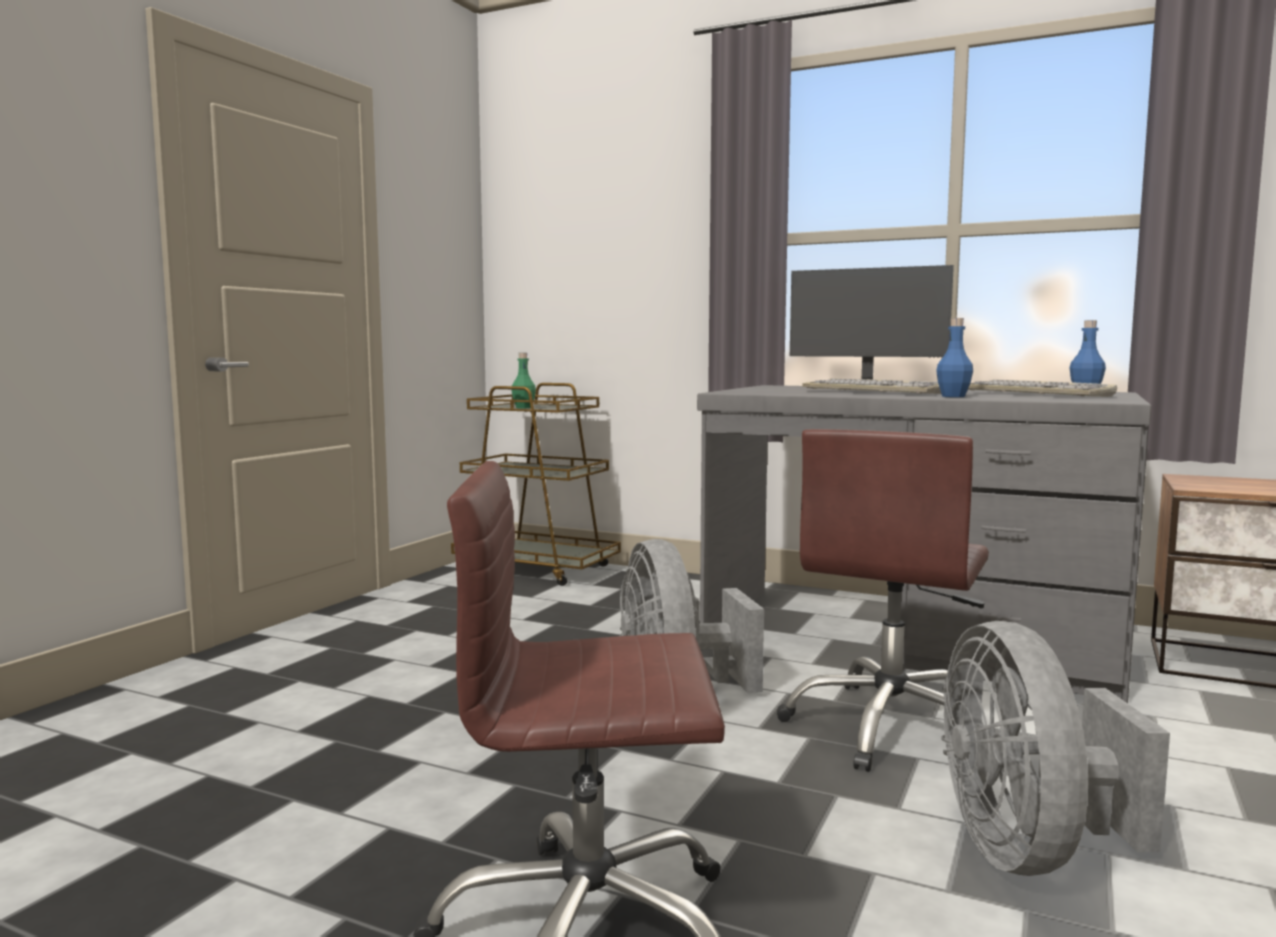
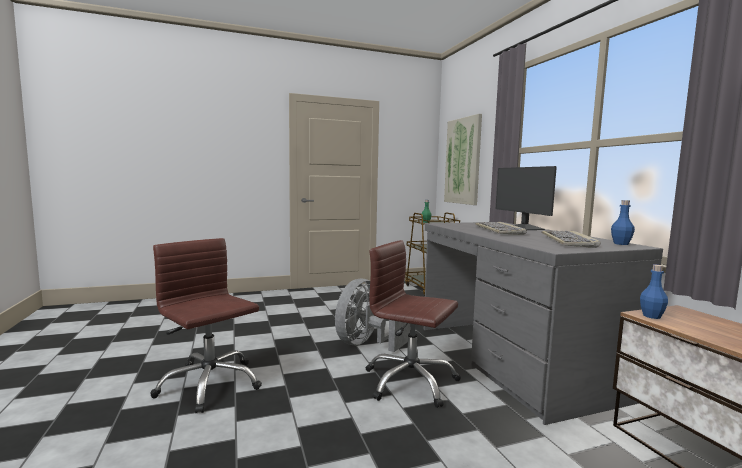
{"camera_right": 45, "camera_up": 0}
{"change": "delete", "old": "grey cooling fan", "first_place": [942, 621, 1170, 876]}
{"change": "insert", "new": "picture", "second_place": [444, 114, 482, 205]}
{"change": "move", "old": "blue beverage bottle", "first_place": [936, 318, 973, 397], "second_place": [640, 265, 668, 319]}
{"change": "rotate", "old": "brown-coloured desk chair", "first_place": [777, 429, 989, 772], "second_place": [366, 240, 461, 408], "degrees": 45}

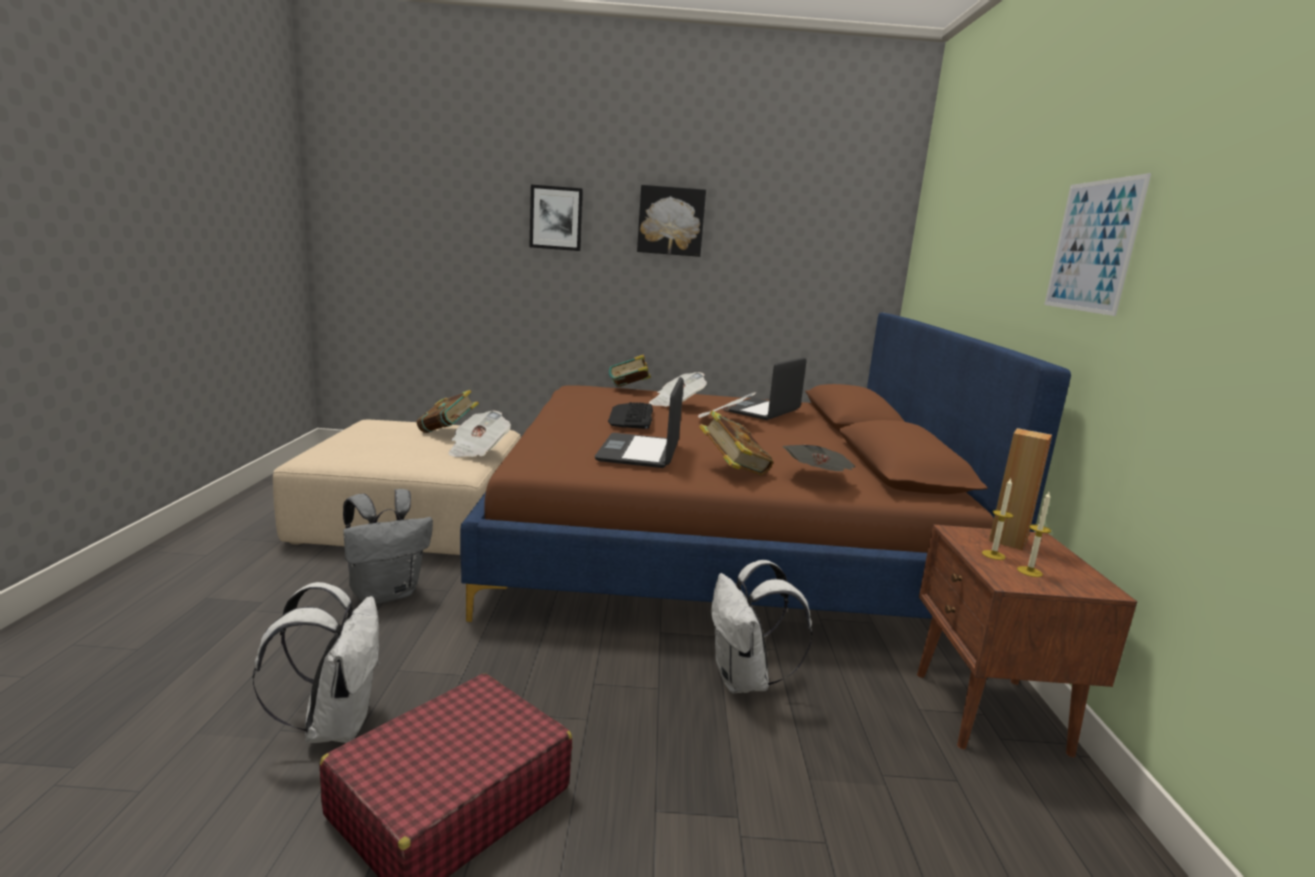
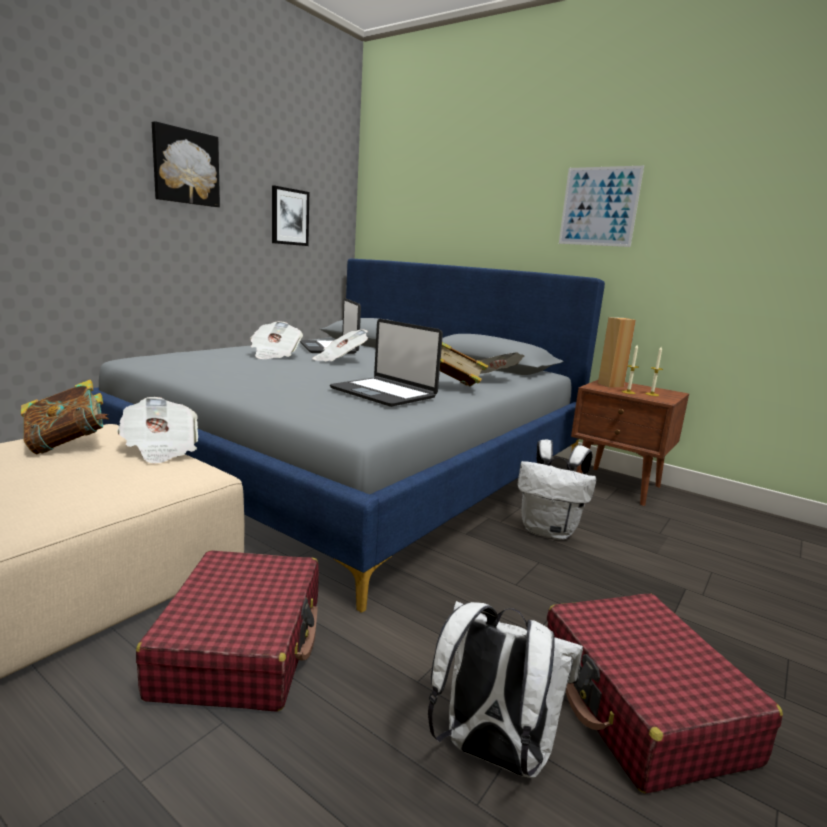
{"camera_right": -55, "camera_up": 0}
{"change": "delete", "old": "PC keyboard", "first_place": [608, 402, 653, 429]}
{"change": "delete", "old": "bound book", "first_place": [609, 355, 651, 387]}
{"change": "move", "old": "picture", "first_place": [529, 185, 583, 251], "second_place": [272, 186, 309, 246]}
{"change": "replace", "old": "grey rucksack", "new": "red travel case", "first_place": [343, 489, 433, 604], "second_place": [136, 550, 319, 712]}
{"change": "recolor", "old": "brown-coloured sleeping bed", "new": "grey sleeping bed", "first_place": [460, 312, 1071, 622], "second_place": [91, 259, 605, 613]}

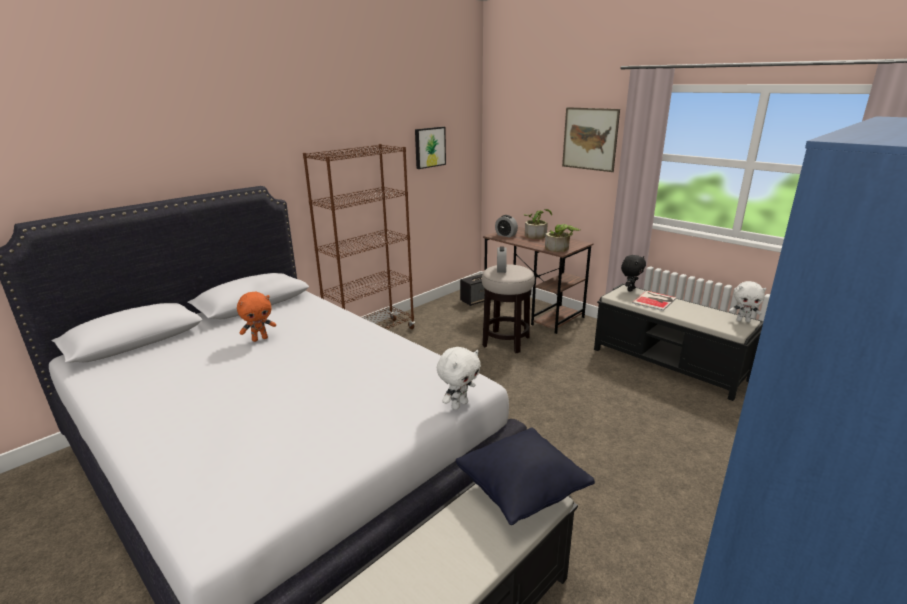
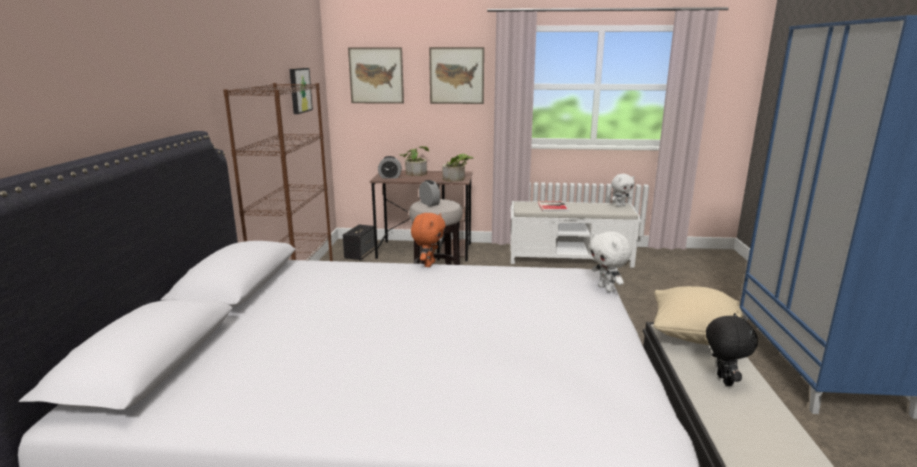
{"camera_right": -40, "camera_up": -5}
{"change": "insert", "new": "picture", "second_place": [348, 47, 404, 104]}
{"change": "move", "old": "orange-coloured plush toy", "first_place": [237, 292, 276, 342], "second_place": [411, 213, 446, 267]}
{"change": "move", "old": "blackish plush toy", "first_place": [621, 255, 646, 292], "second_place": [706, 313, 758, 386]}
{"change": "recolor", "old": "blackish pillow", "new": "beige pillow", "first_place": [456, 427, 595, 525], "second_place": [654, 286, 743, 345]}
{"change": "recolor", "old": "blackish indoor bench", "new": "white indoor bench", "first_place": [594, 284, 764, 401], "second_place": [510, 201, 641, 268]}
{"change": "rotate", "old": "white plush toy", "first_place": [437, 347, 481, 410], "second_place": [589, 231, 632, 292], "degrees": 150}

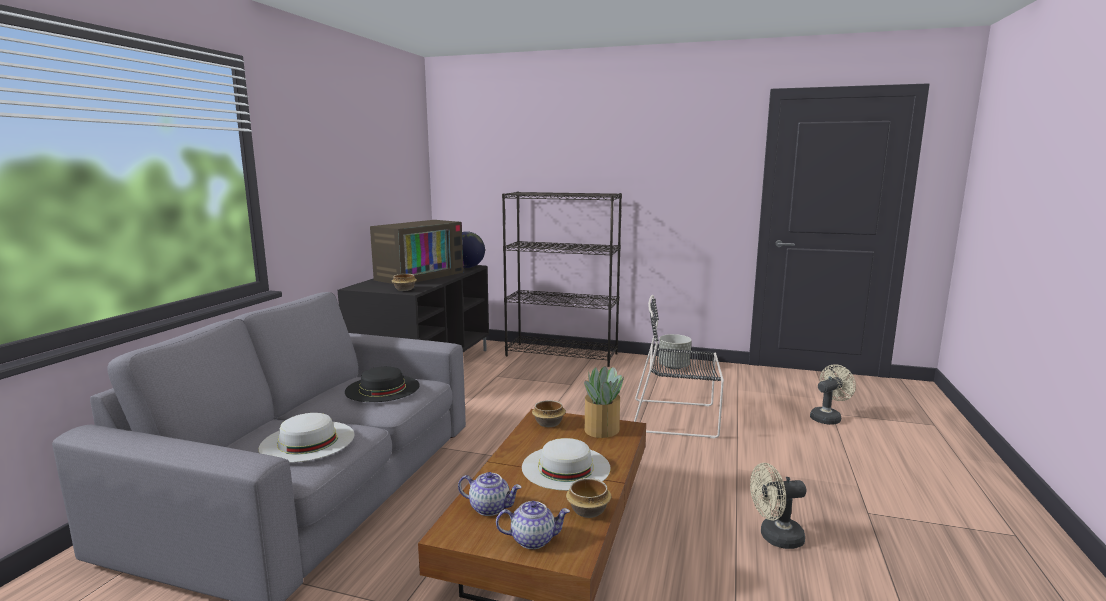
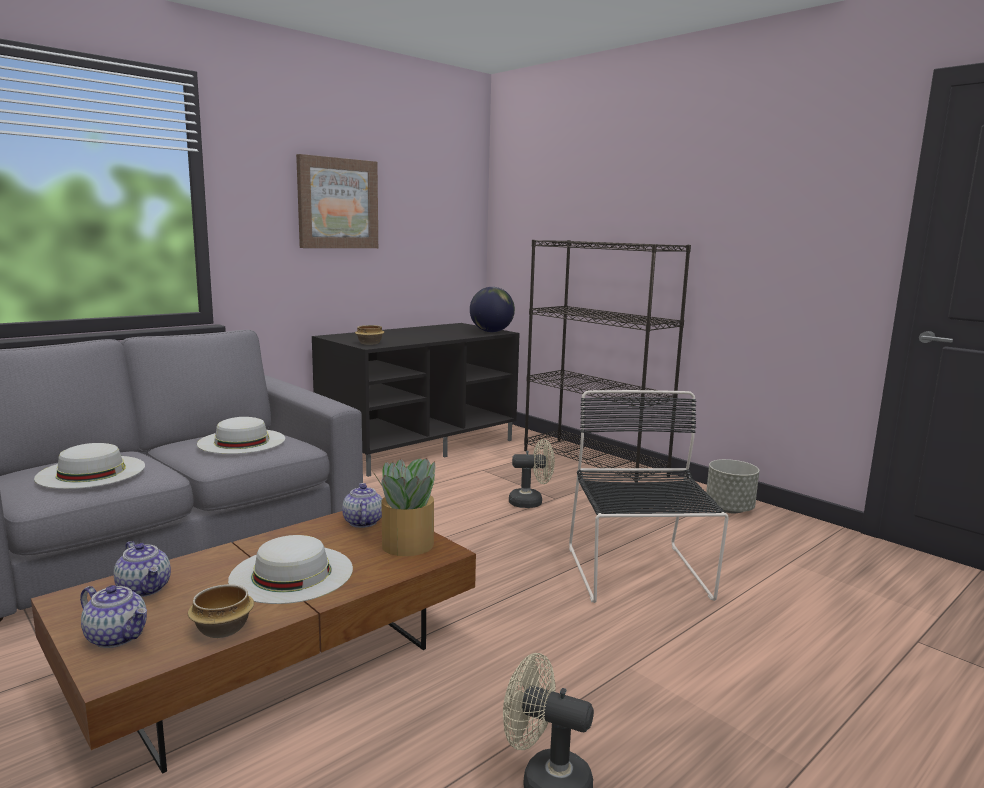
{"camera_right": 30, "camera_up": 0}
{"change": "delete", "old": "TV", "first_place": [370, 220, 464, 284]}
{"change": "insert", "new": "picture", "second_place": [296, 154, 378, 248]}
{"change": "move", "old": "beige cooling fan", "first_place": [810, 364, 856, 425], "second_place": [509, 439, 555, 508]}
{"change": "replace", "old": "serving bowl", "new": "pot for tea", "first_place": [532, 400, 566, 427], "second_place": [342, 483, 382, 528]}
{"change": "recolor", "old": "blackish wearable hat", "new": "white wearable hat", "first_place": [345, 366, 419, 402], "second_place": [197, 417, 285, 454]}
{"change": "rotate", "old": "blackish plain chair", "first_place": [634, 295, 724, 438], "second_place": [569, 390, 729, 603], "degrees": 45}

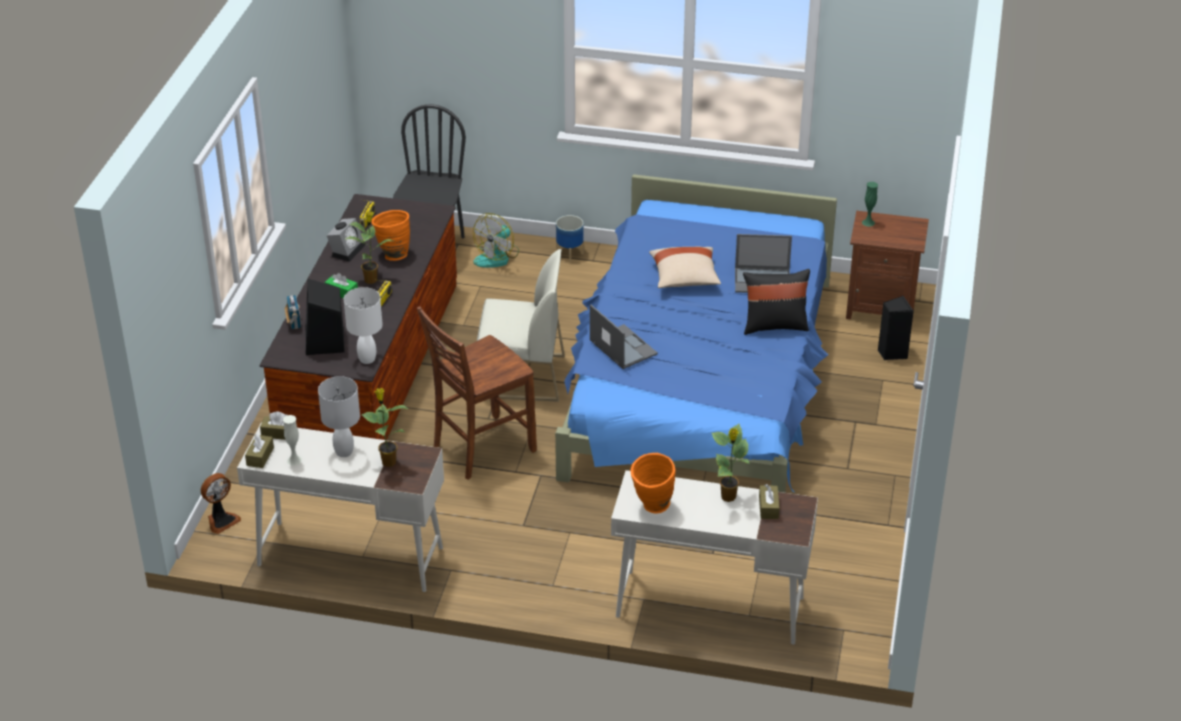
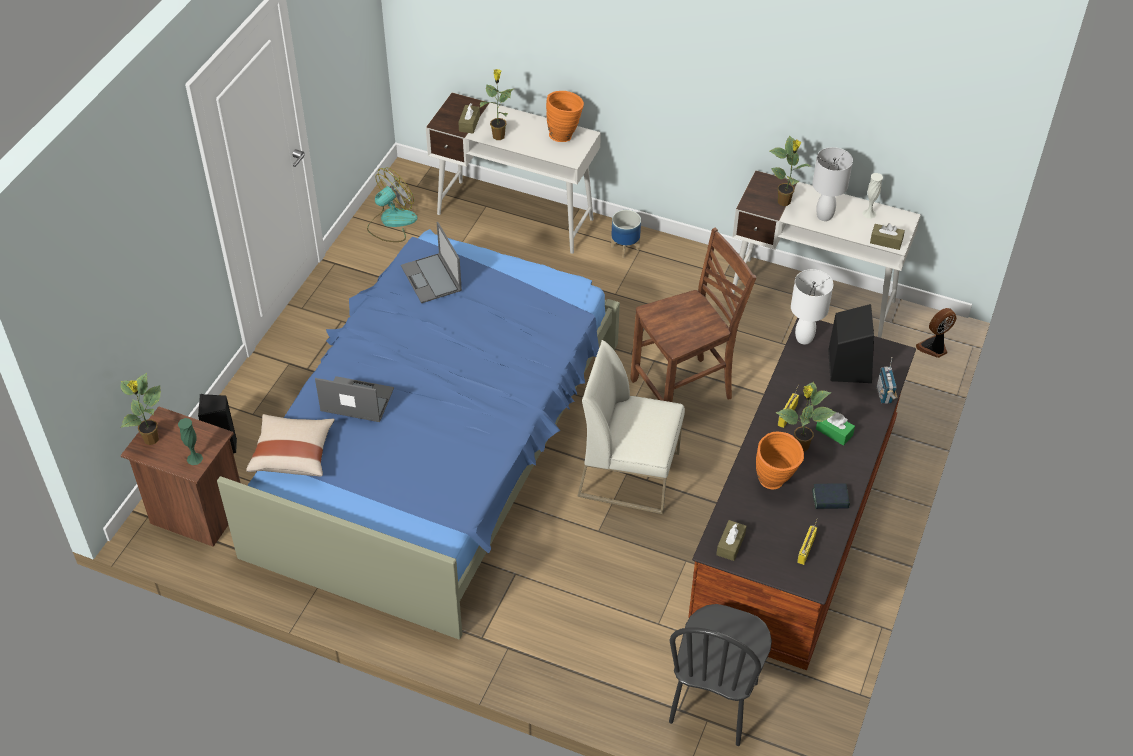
{"camera_right": -170, "camera_up": 10}
{"change": "delete", "old": "blackish pillow", "first_place": [743, 269, 810, 335]}
{"change": "insert", "new": "potted plant", "second_place": [120, 372, 161, 445]}
{"change": "move", "old": "brown-coloured tissue holder", "first_place": [245, 434, 274, 468], "second_place": [716, 520, 747, 561]}
{"change": "move", "old": "cooling fan", "first_place": [473, 213, 519, 268], "second_place": [367, 168, 417, 242]}
{"change": "move", "old": "plant pot", "first_place": [556, 215, 584, 262], "second_place": [611, 210, 641, 258]}
{"change": "move", "old": "laptop", "first_place": [590, 305, 658, 369], "second_place": [401, 222, 462, 303]}
{"change": "move", "old": "beige pillow", "first_place": [649, 247, 721, 288], "second_place": [246, 414, 335, 477]}
{"change": "replace", "old": "bedside clock", "new": "bound book", "first_place": [326, 218, 365, 262], "second_place": [812, 483, 850, 509]}

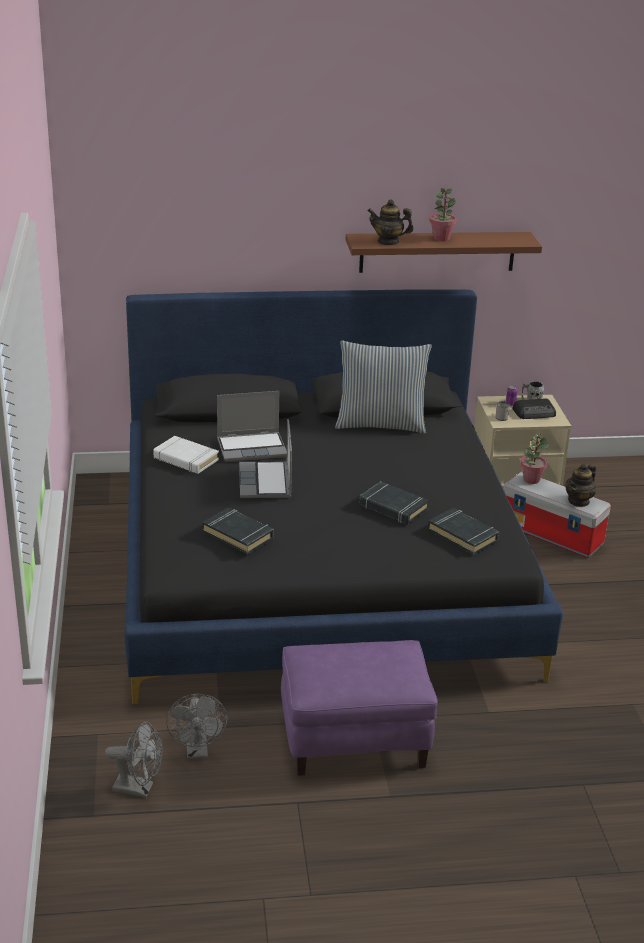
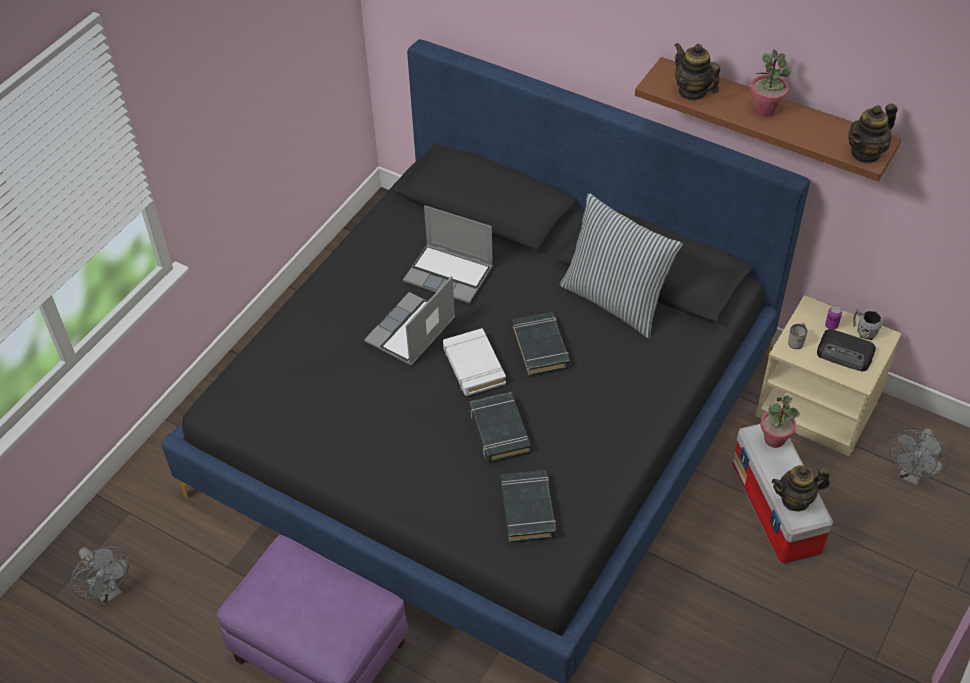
{"camera_right": 40, "camera_up": 20}
{"change": "insert", "new": "pot for tea", "second_place": [848, 103, 898, 164]}
{"change": "move", "old": "white bound book", "first_place": [153, 436, 219, 474], "second_place": [443, 328, 506, 396]}
{"change": "move", "old": "grey cooling fan", "first_place": [166, 694, 227, 759], "second_place": [889, 428, 949, 486]}
{"change": "move", "old": "blackish bound book", "first_place": [202, 507, 274, 554], "second_place": [512, 312, 570, 377]}

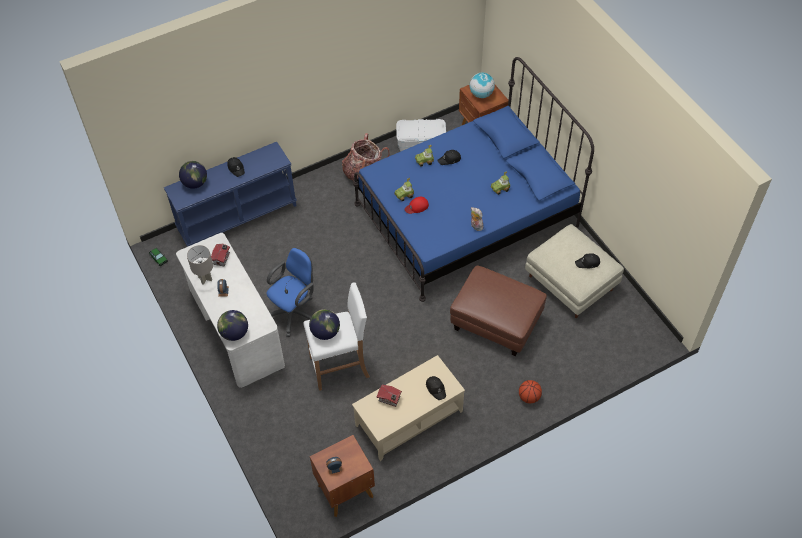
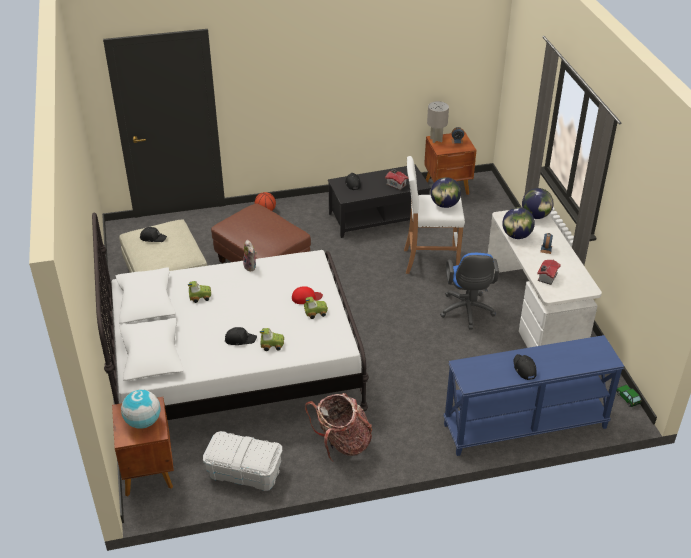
{"camera_right": -165, "camera_up": -15}
{"change": "move", "old": "globe", "first_place": [179, 161, 207, 189], "second_place": [502, 207, 535, 239]}
{"change": "move", "old": "grey lamp for a table", "first_place": [187, 245, 213, 285], "second_place": [427, 101, 449, 143]}
{"change": "recolor", "old": "beige coffee table", "new": "blackish coffee table", "first_place": [352, 355, 465, 461], "second_place": [328, 165, 431, 238]}
{"change": "recolor", "old": "blue sleeping bed", "new": "white sleeping bed", "first_place": [353, 57, 594, 302], "second_place": [92, 213, 369, 420]}
{"change": "rotate", "old": "blue desk chair", "first_place": [267, 247, 314, 337], "second_place": [440, 253, 499, 329], "degrees": -60}

